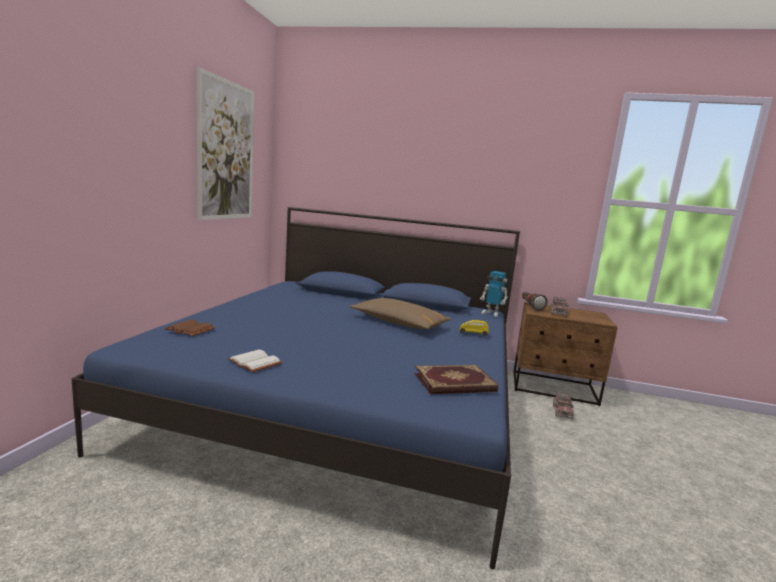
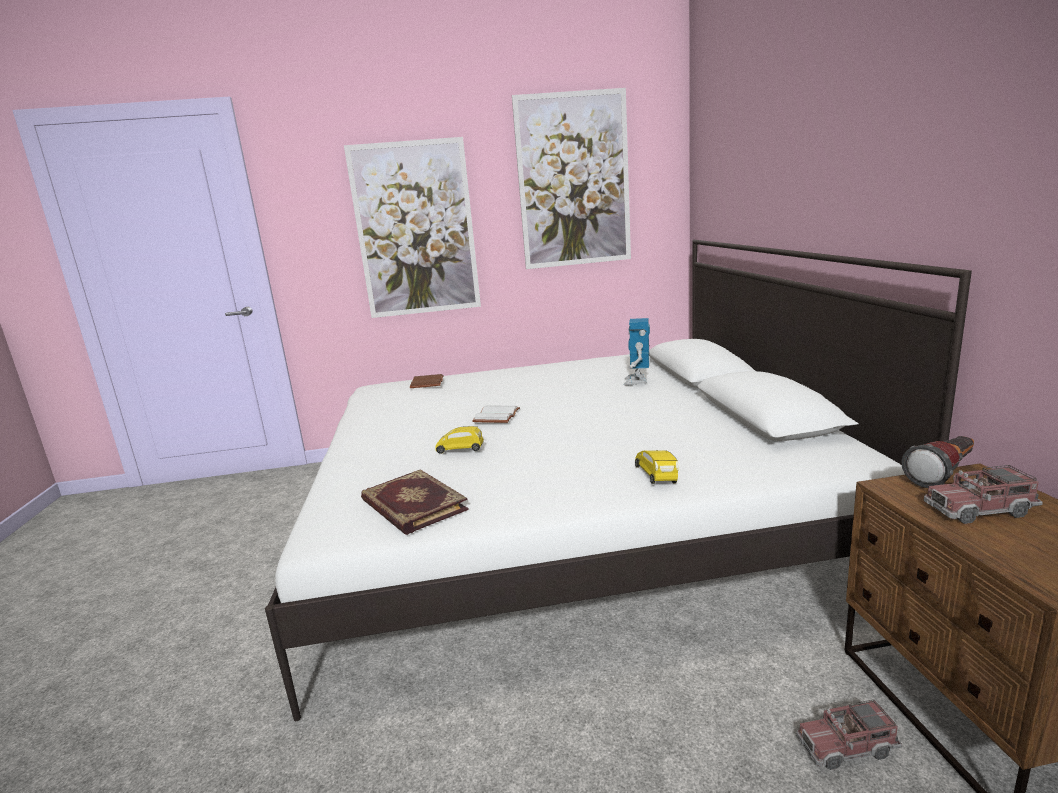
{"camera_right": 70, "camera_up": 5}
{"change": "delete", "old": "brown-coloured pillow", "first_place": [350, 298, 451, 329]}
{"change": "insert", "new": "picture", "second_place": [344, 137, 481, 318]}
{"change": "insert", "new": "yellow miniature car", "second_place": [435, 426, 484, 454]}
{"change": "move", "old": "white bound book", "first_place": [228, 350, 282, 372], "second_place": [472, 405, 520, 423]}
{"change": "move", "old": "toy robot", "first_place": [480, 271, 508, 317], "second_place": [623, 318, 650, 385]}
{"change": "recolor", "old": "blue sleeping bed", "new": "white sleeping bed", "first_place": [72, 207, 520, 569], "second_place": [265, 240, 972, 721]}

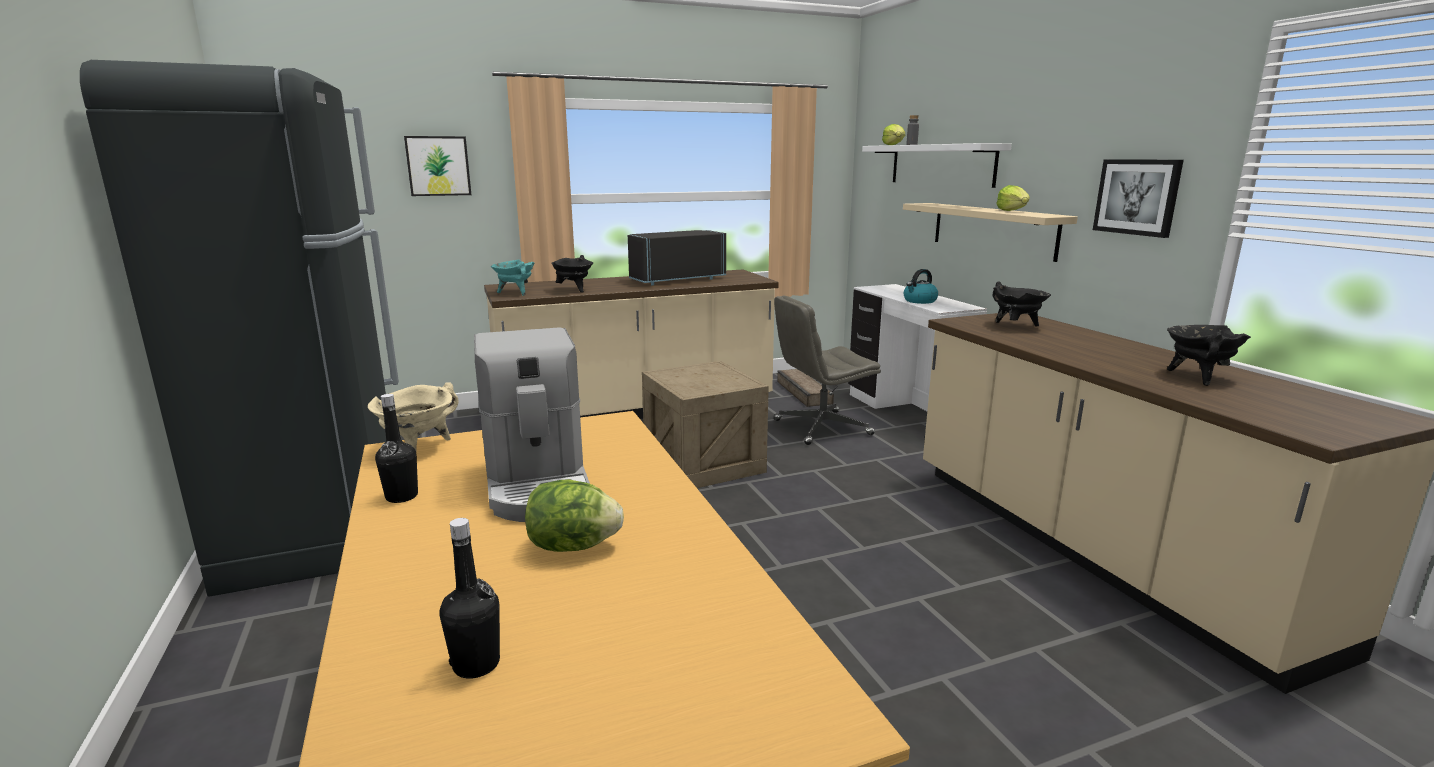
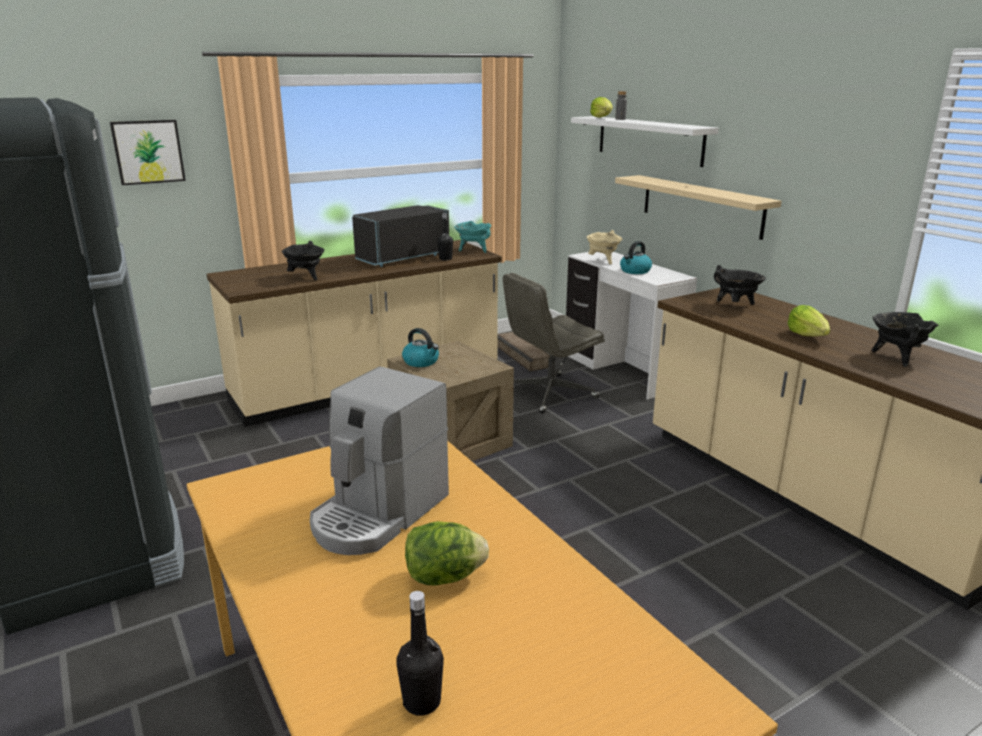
{"camera_right": -10, "camera_up": 5}
{"change": "delete", "old": "picture", "first_place": [1093, 159, 1184, 238]}
{"change": "insert", "new": "tea kettle", "second_place": [402, 328, 439, 367]}
{"change": "move", "old": "beige cooking pot", "first_place": [368, 382, 459, 450], "second_place": [586, 230, 623, 264]}
{"change": "move", "old": "blackish beverage bottle", "first_place": [375, 394, 418, 503], "second_place": [437, 213, 453, 260]}
{"change": "move", "old": "blue-green cooking pot", "first_place": [491, 260, 535, 296], "second_place": [454, 221, 491, 253]}
{"change": "move", "old": "lettuce", "first_place": [996, 185, 1030, 211], "second_place": [787, 305, 830, 336]}
{"change": "rotate", "old": "coffee machine", "first_place": [474, 327, 590, 522], "second_place": [310, 367, 449, 555], "degrees": 60}

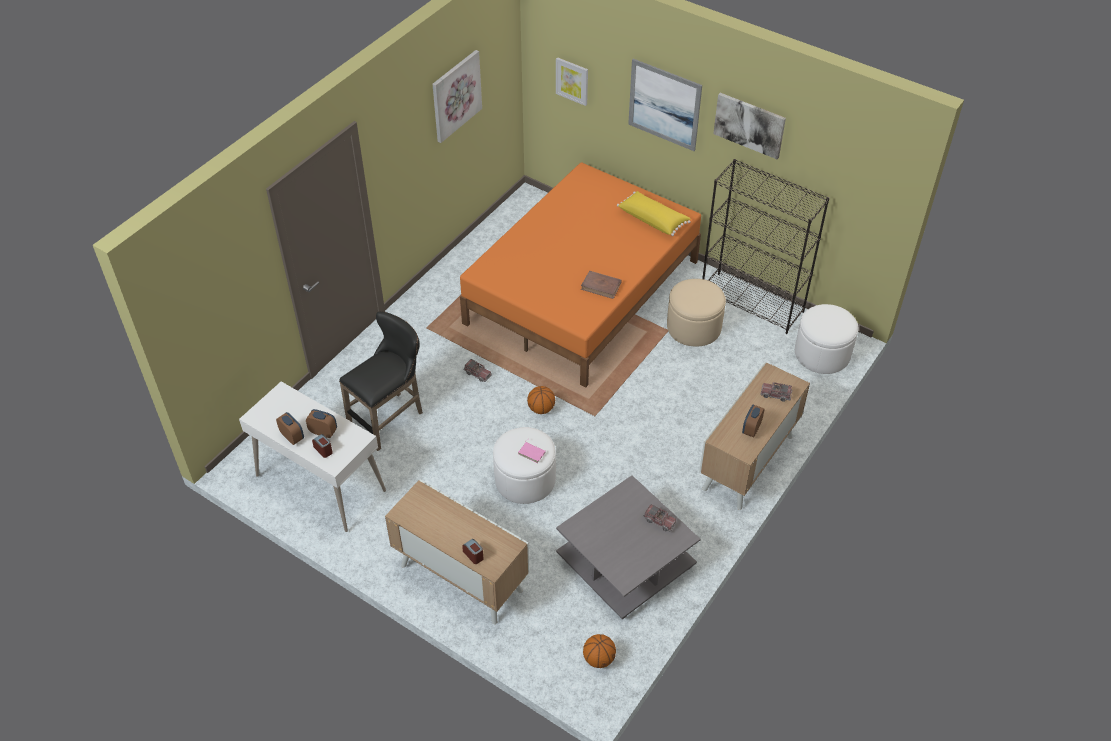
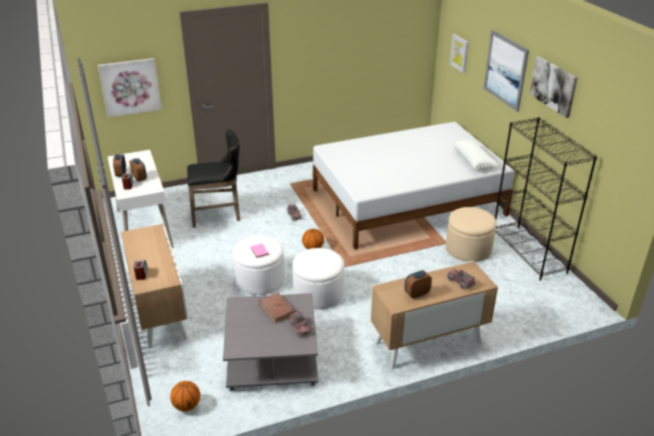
{"camera_right": 35, "camera_up": -15}
{"change": "move", "old": "picture", "first_place": [433, 50, 482, 143], "second_place": [98, 58, 162, 117]}
{"change": "move", "old": "brown-coloured bound book", "first_place": [581, 271, 622, 299], "second_place": [258, 292, 296, 323]}
{"change": "move", "old": "white footrest", "first_place": [795, 304, 859, 374], "second_place": [292, 248, 344, 309]}
{"change": "recolor", "old": "orange-coloured sleeping bed", "new": "white sleeping bed", "first_place": [460, 162, 701, 387], "second_place": [313, 122, 514, 250]}
{"change": "recolor", "old": "yellow pillow", "new": "white pillow", "first_place": [617, 191, 691, 236], "second_place": [453, 140, 499, 171]}

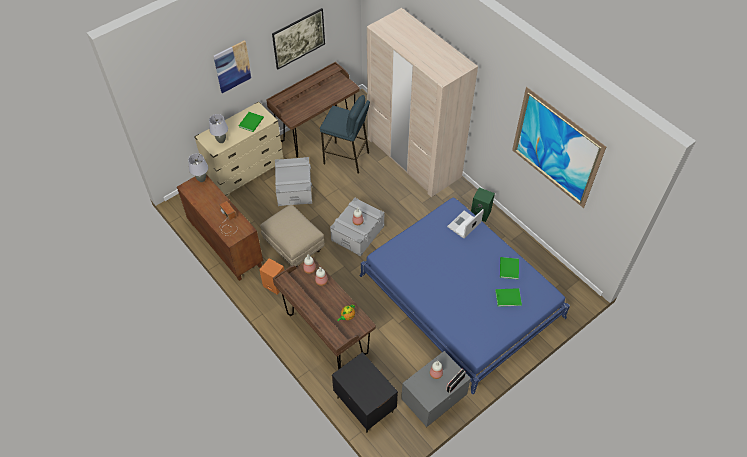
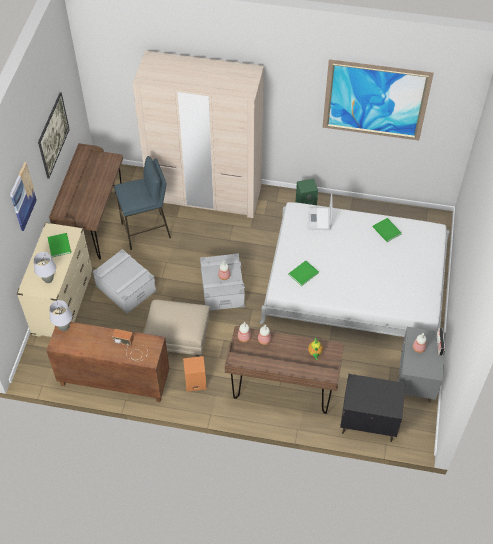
{"camera_right": -40, "camera_up": 0}
{"change": "move", "old": "greenish bound book", "first_place": [495, 288, 522, 307], "second_place": [288, 261, 319, 286]}
{"change": "recolor", "old": "blue sleeping bed", "new": "white sleeping bed", "first_place": [359, 197, 570, 394], "second_place": [260, 202, 450, 337]}

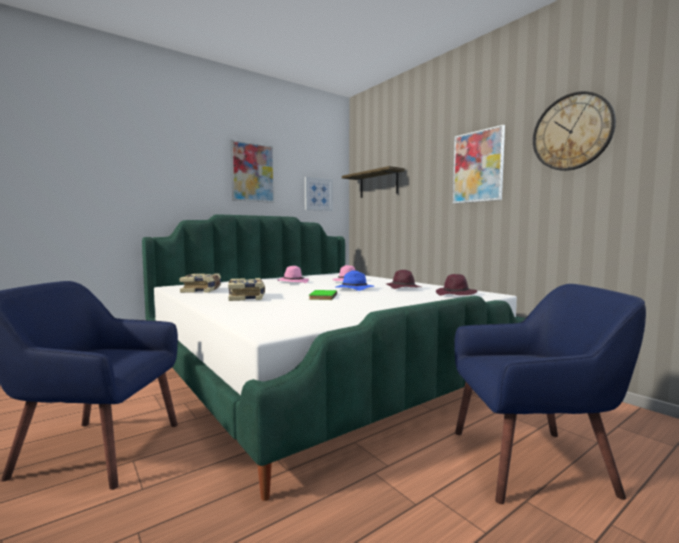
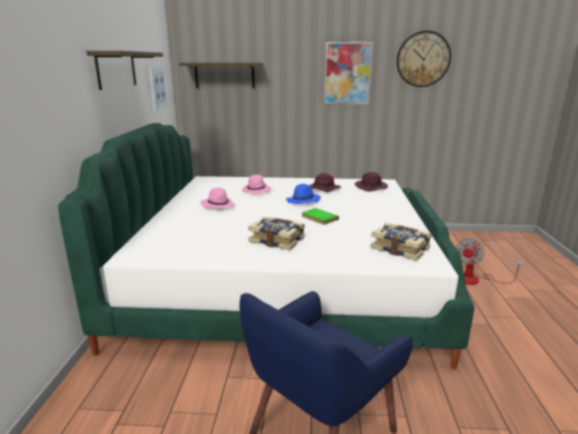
{"camera_right": -50, "camera_up": 15}
{"change": "move", "old": "bound book", "first_place": [179, 274, 221, 293], "second_place": [370, 223, 431, 261]}
{"change": "replace", "old": "picture", "new": "wall shelf", "first_place": [231, 140, 275, 203], "second_place": [87, 51, 163, 90]}
{"change": "replace", "old": "blue easy chair", "new": "cooling fan", "first_place": [454, 284, 646, 504], "second_place": [456, 238, 523, 285]}

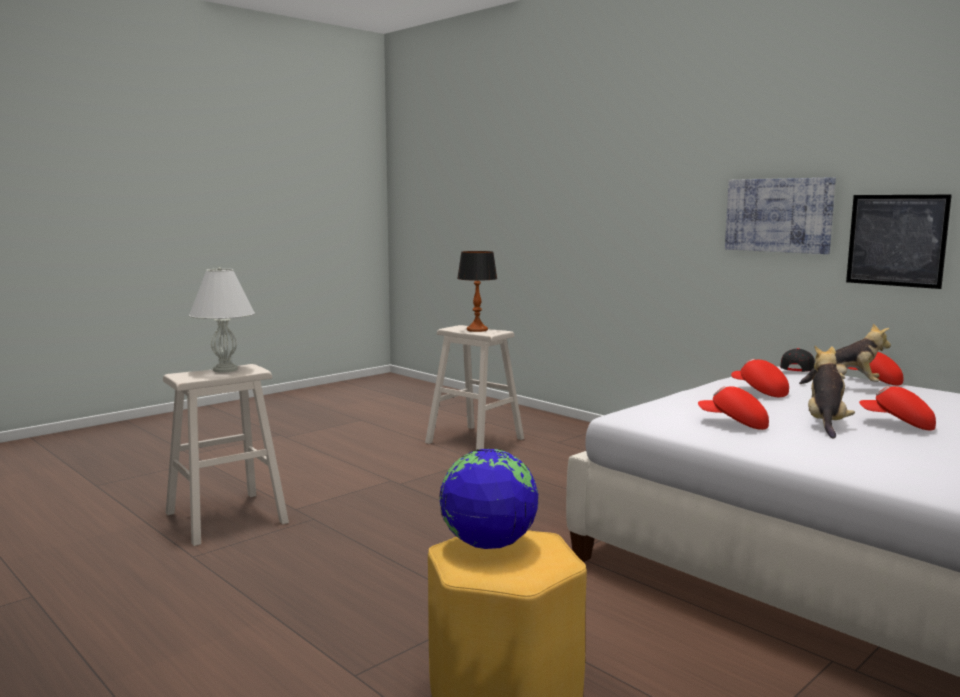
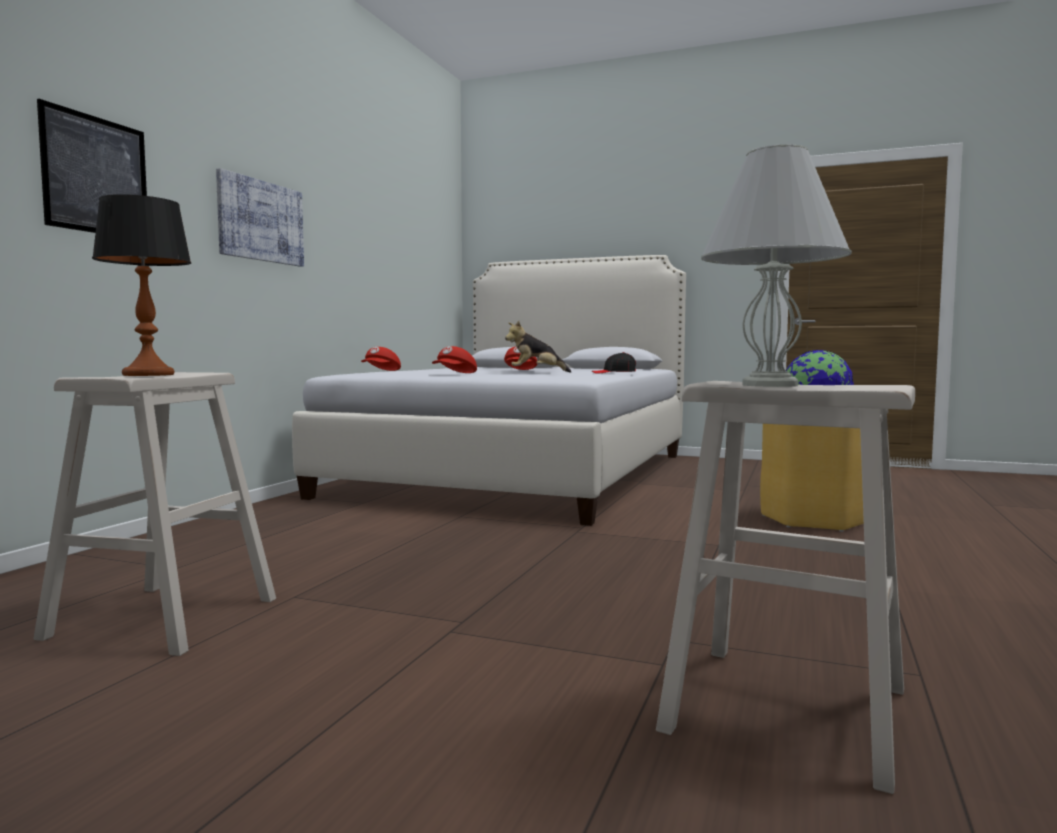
{"camera_right": -115, "camera_up": -5}
{"change": "delete", "old": "red peaked cap", "first_place": [698, 386, 769, 430]}
{"change": "delete", "old": "plush toy", "first_place": [799, 323, 891, 384]}
{"change": "move", "old": "blackish peaked cap", "first_place": [780, 348, 815, 372], "second_place": [592, 352, 636, 374]}
{"change": "move", "old": "picture", "first_place": [846, 195, 952, 289], "second_place": [37, 99, 147, 233]}

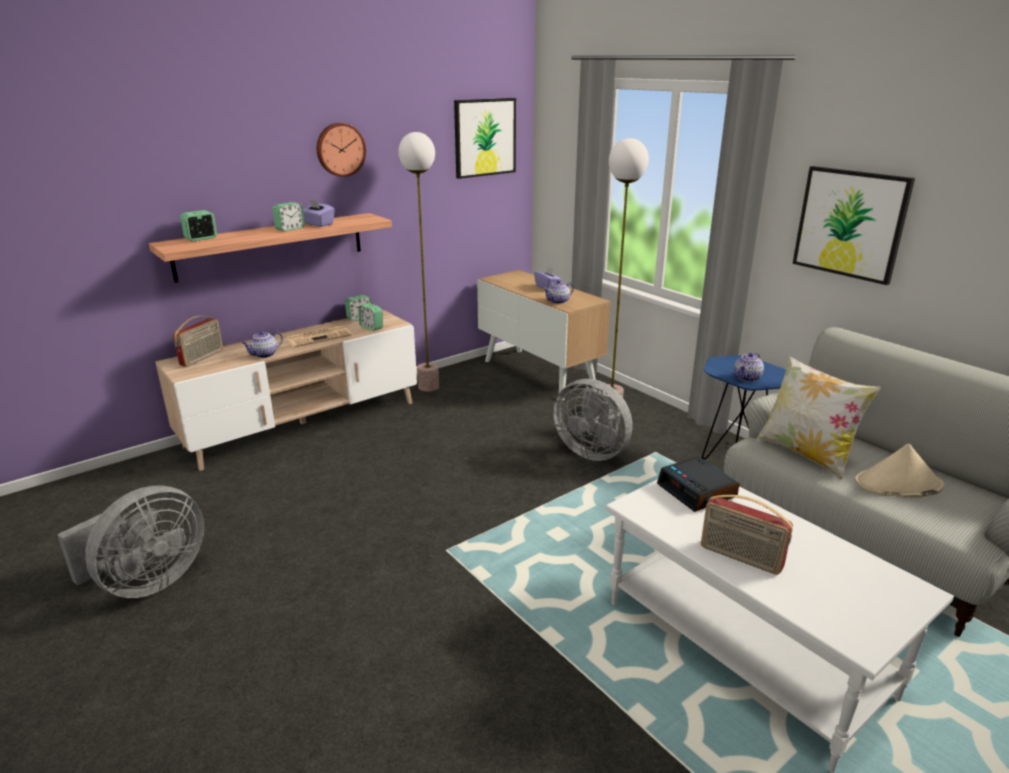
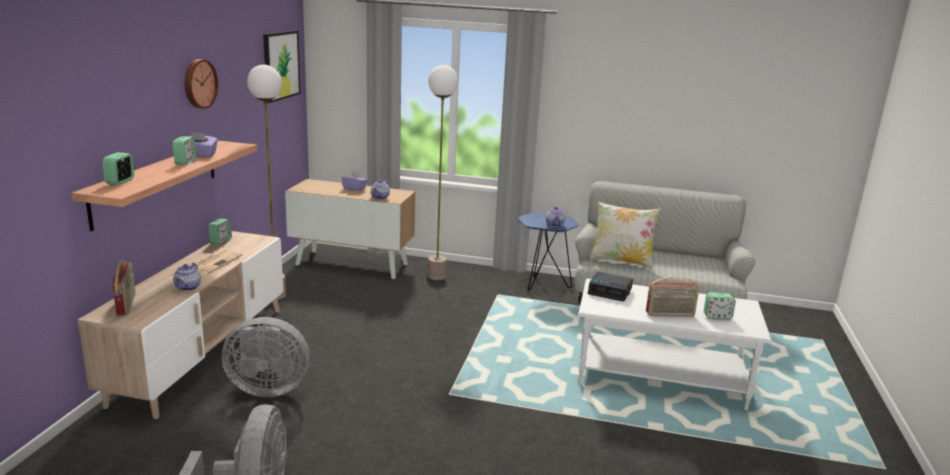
{"camera_right": -40, "camera_up": -5}
{"change": "delete", "old": "picture", "first_place": [793, 166, 915, 285]}
{"change": "delete", "old": "beige wearable hat", "first_place": [855, 443, 944, 498]}
{"change": "move", "old": "bedside clock", "first_place": [358, 303, 383, 331], "second_place": [704, 292, 736, 320]}
{"change": "move", "old": "grey cooling fan", "first_place": [553, 379, 632, 461], "second_place": [222, 317, 310, 397]}

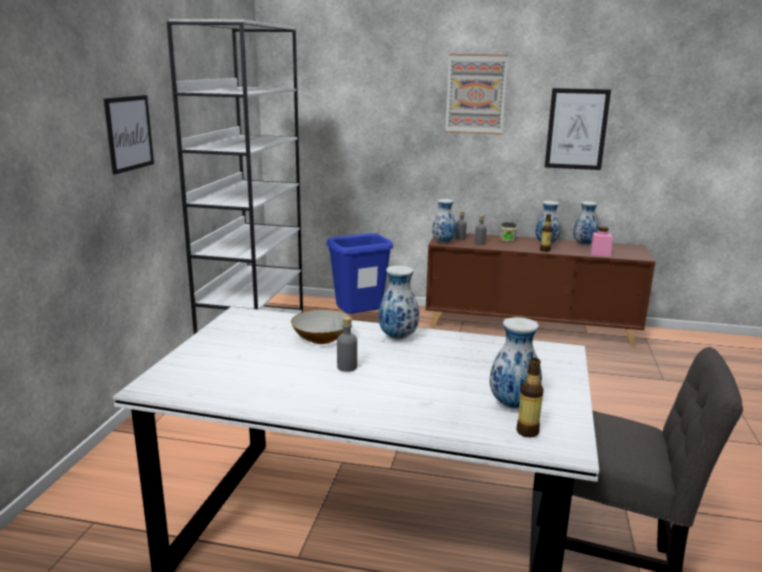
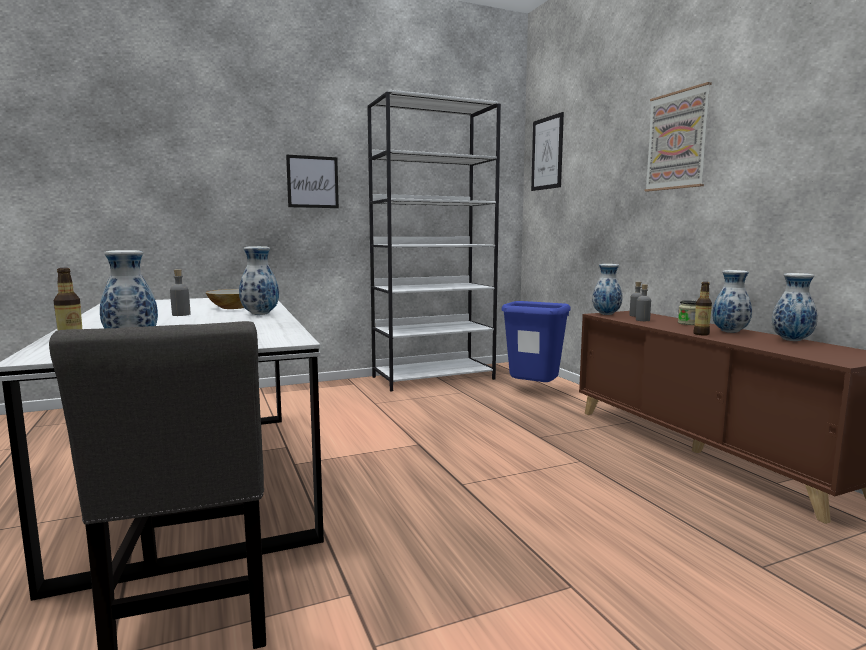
{"camera_right": 55, "camera_up": -10}
{"change": "delete", "old": "pink-coloured storage jar", "first_place": [590, 227, 613, 257]}
{"change": "move", "old": "picture", "first_place": [545, 88, 611, 170], "second_place": [531, 112, 564, 191]}

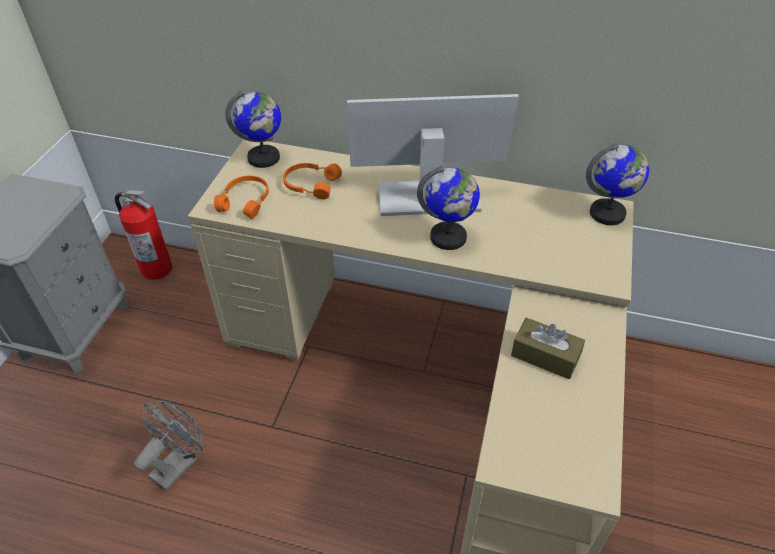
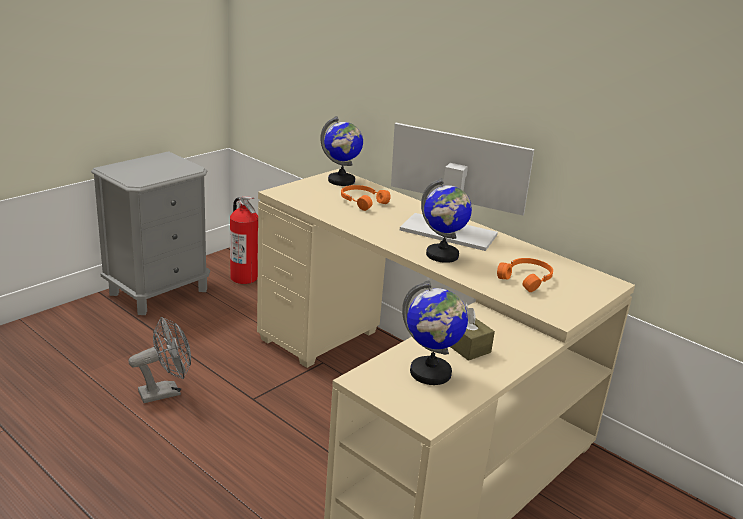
{"camera_right": 25, "camera_up": -20}
{"change": "move", "old": "orange-coloured headphones", "first_place": [214, 176, 269, 219], "second_place": [497, 258, 553, 292]}
{"change": "move", "old": "globe", "first_place": [586, 143, 649, 225], "second_place": [402, 280, 468, 385]}

